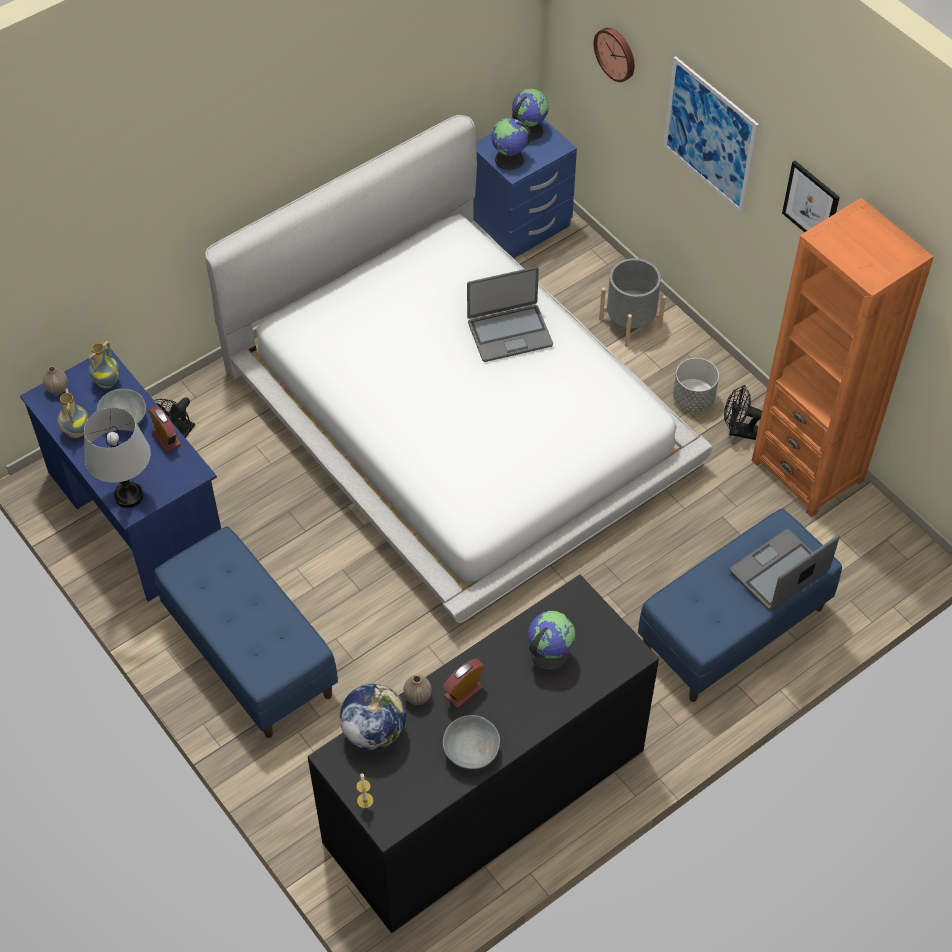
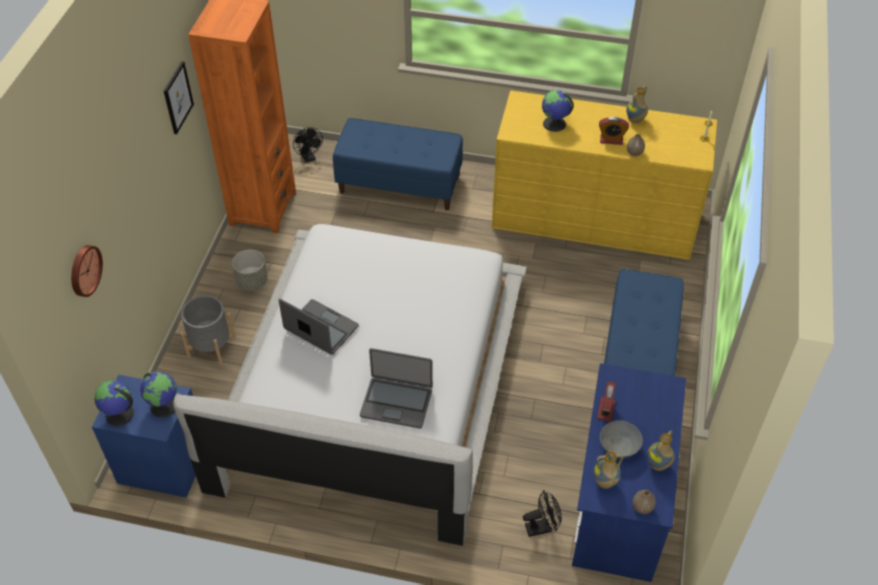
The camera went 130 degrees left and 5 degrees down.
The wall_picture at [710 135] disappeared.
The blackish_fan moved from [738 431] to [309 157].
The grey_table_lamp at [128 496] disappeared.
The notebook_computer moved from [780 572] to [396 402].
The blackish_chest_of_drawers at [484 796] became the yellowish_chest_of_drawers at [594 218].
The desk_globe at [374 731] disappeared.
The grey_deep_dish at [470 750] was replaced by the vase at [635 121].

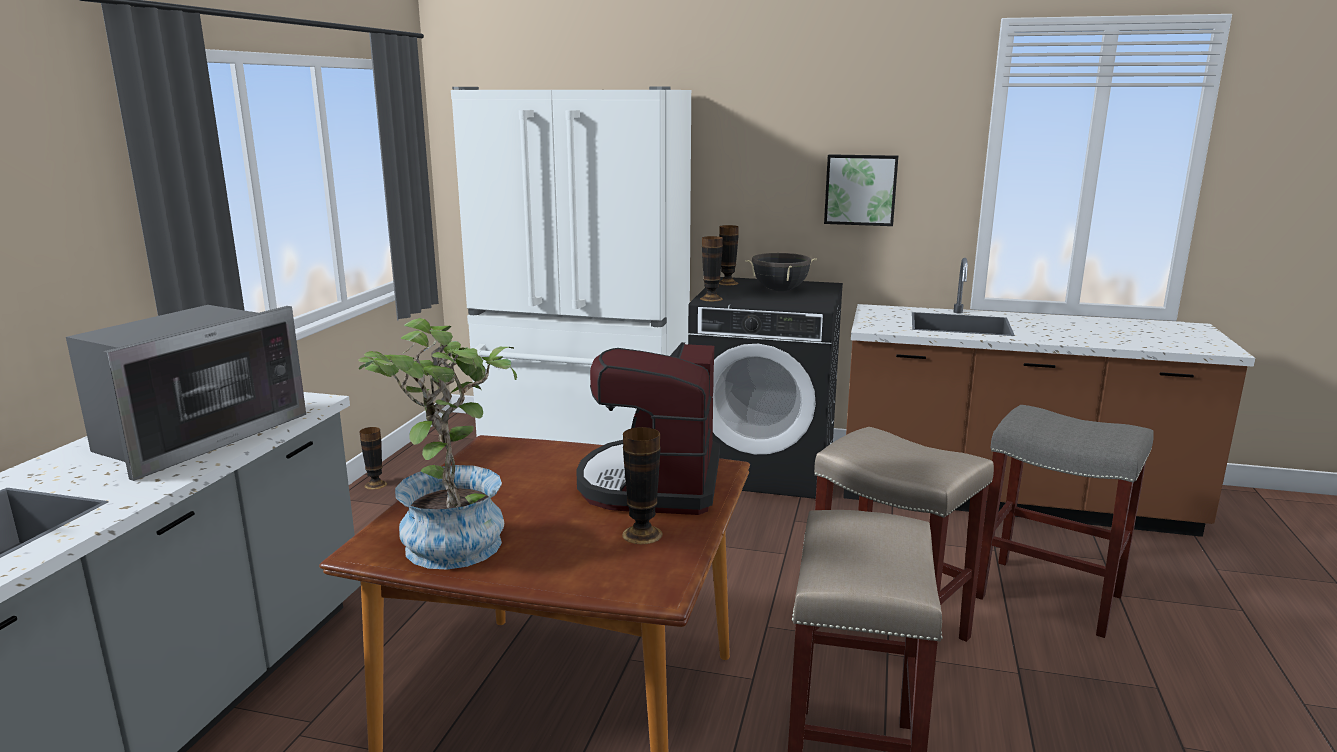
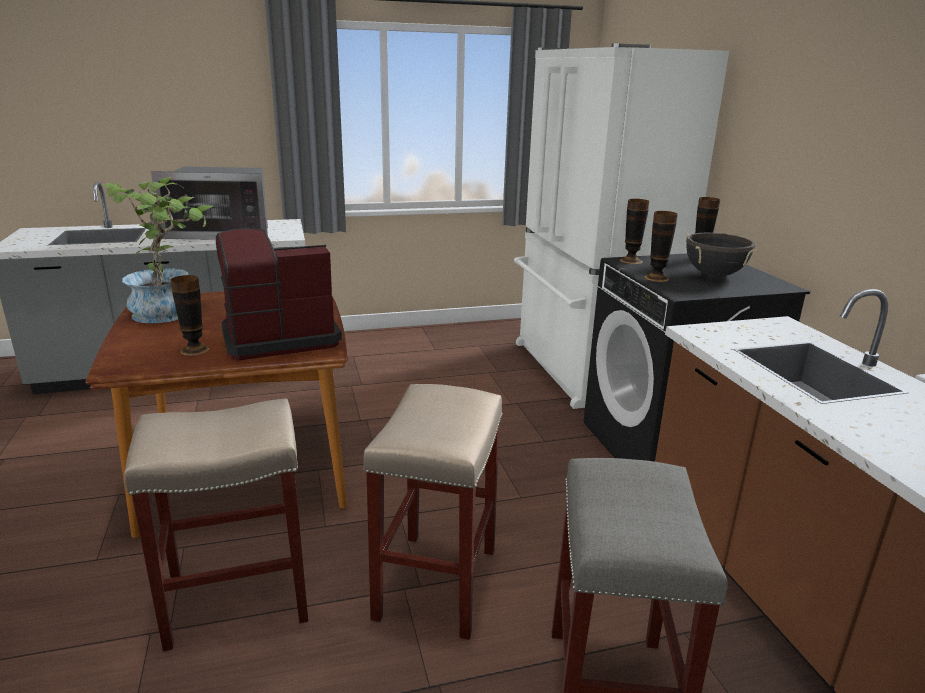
The camera went 60 degrees right and 5 degrees up.
The wall_picture at [860 189] disappeared.
The vase moved from [375 484] to [656 278].

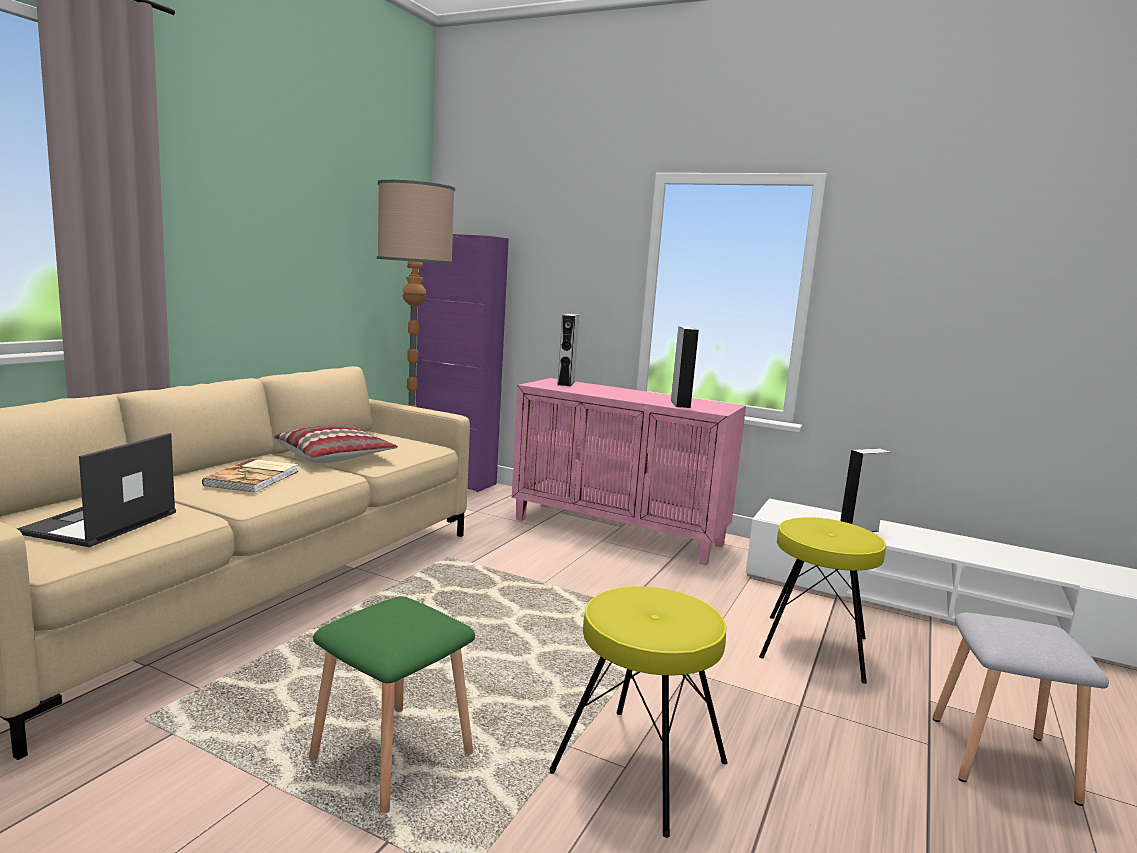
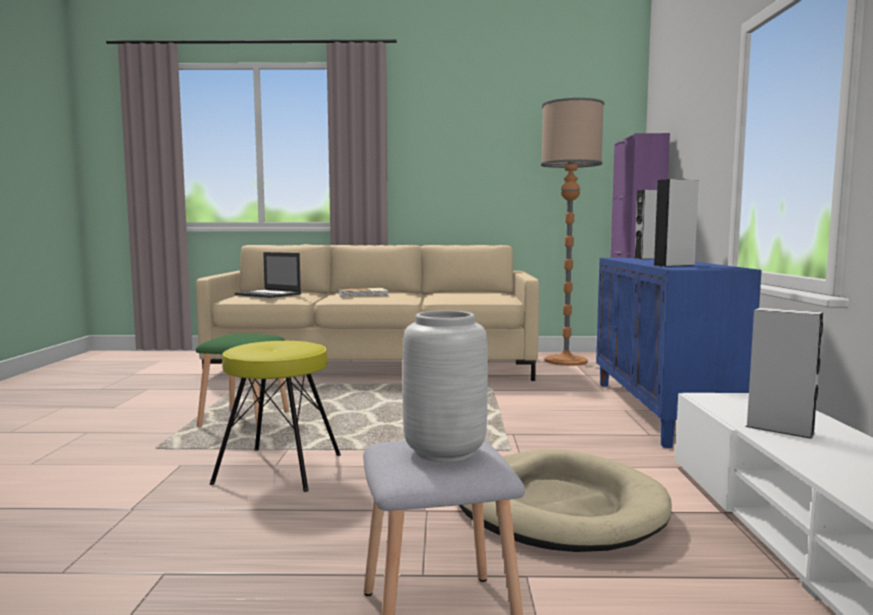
The camera went 65 degrees right and 5 degrees down.
The pink_cabinet at [619 532] became the blue-coloured_cabinet at [660 411].
The throw_pillow at [335 456] disappeared.
The notebook_computer at [99 523] turned 135 degrees counterclockwise.
The yellowish_stool at [813 647] was replaced by the sand-coloured_dog_bed at [557 508].
The grey_vase at [446 451] appeared.

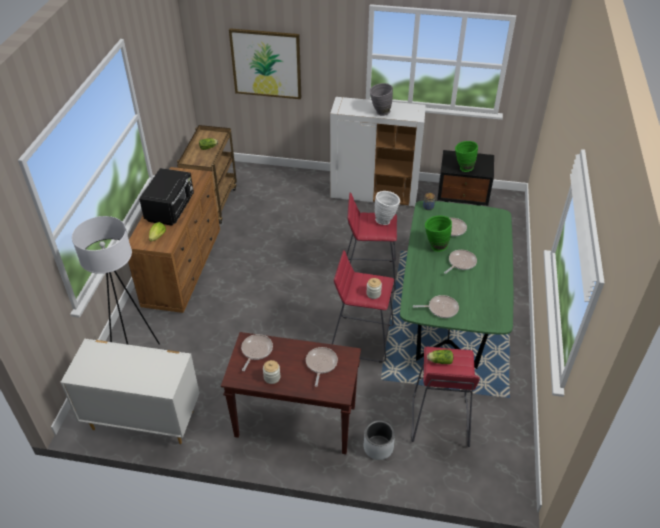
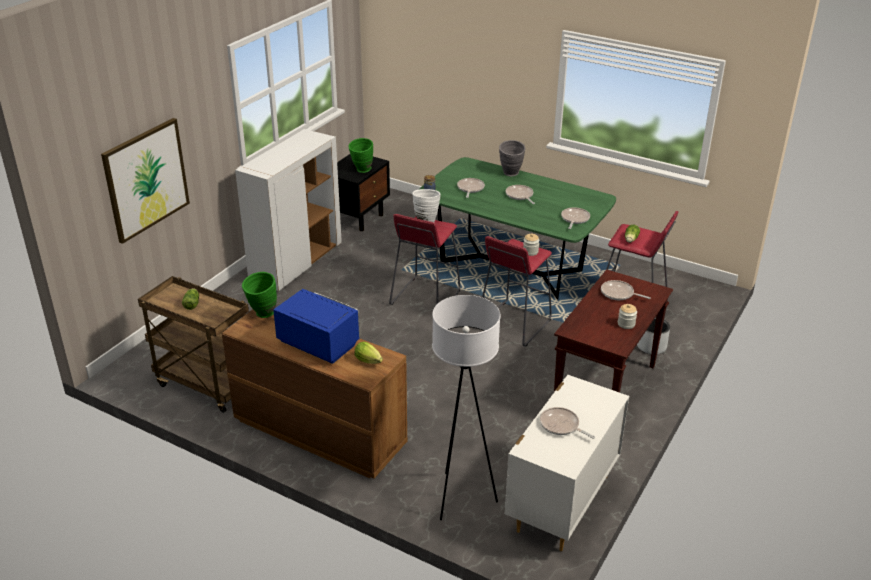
The camera went 70 degrees left and 10 degrees down.
The grey_vase moved from [379 113] to [511 174].
The blackish_kitchen_microwave at [171 209] became the blue-coloured_kitchen_microwave at [318 343].
The green_vase moved from [435 246] to [262 314].
The frying_pan moved from [256 351] to [561 425].

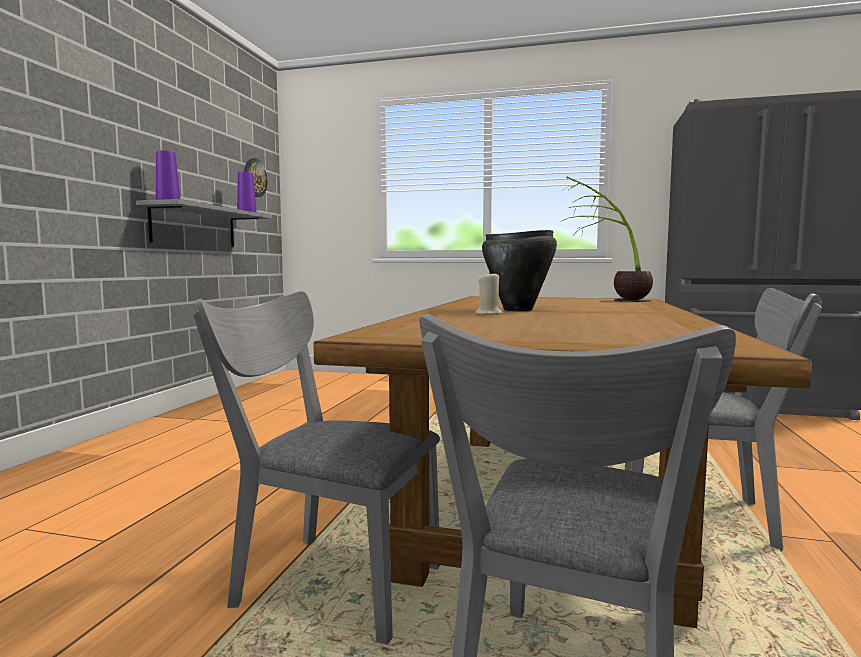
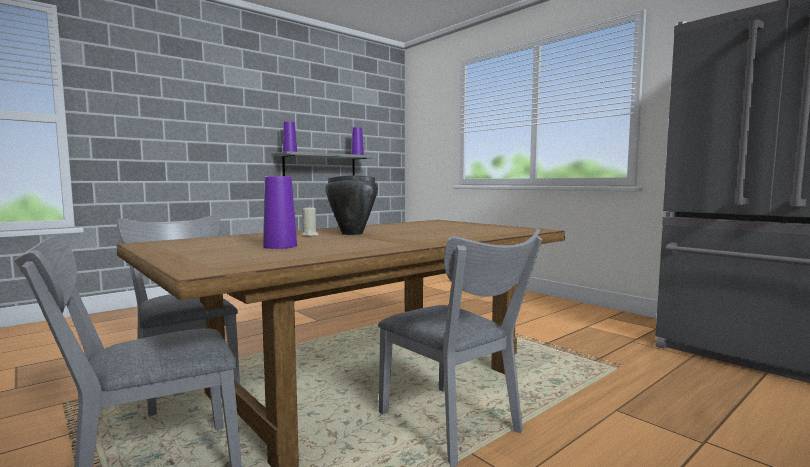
The camera went 35 degrees right and 0 degrees up.
The hanging_clock at [254 177] disappeared.
The potted_plant at [609 300] disappeared.
The purple_vase at [280 246] appeared.

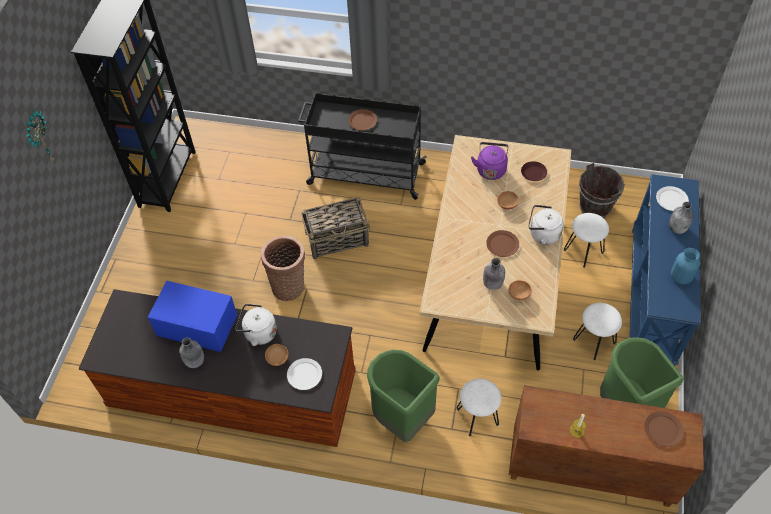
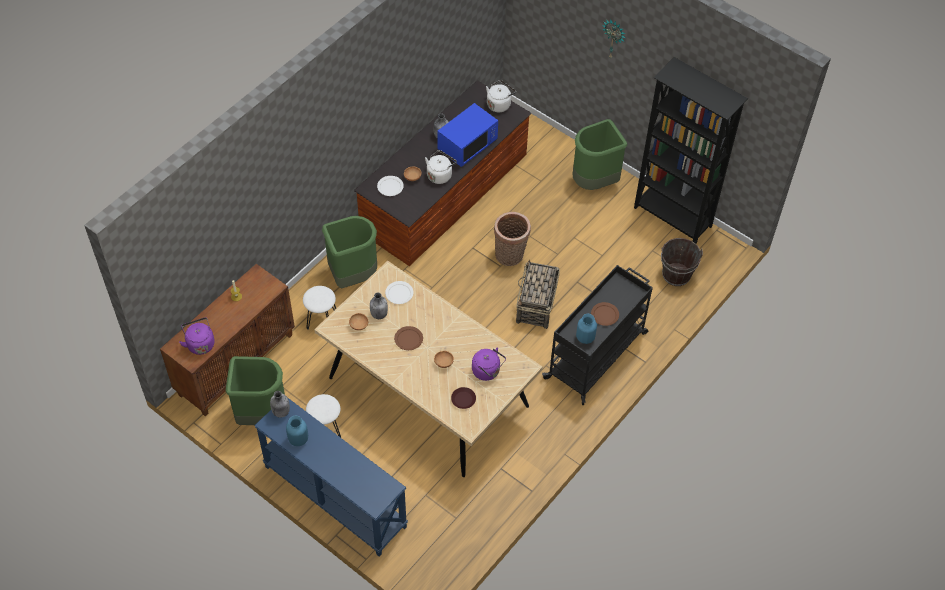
The camera went 115 degrees right and 0 degrees up.
The brownish_water_bucket moved from [594 207] to [676 275].
The whitish_dinner_plate moved from [671 200] to [399 293].
The grey_drink_bottle moved from [677 228] to [281 412].
The whitish_kettle moved from [542 234] to [499 104].
The whitish_stool at [583 251] disappeared.
The brownish_dinner_plate at [662 430] was replaced by the purple_kettle at [200 343].
The green_waste_bin at [594 182] appeared.
The blue-coloured_vase at [585 337] appeared.

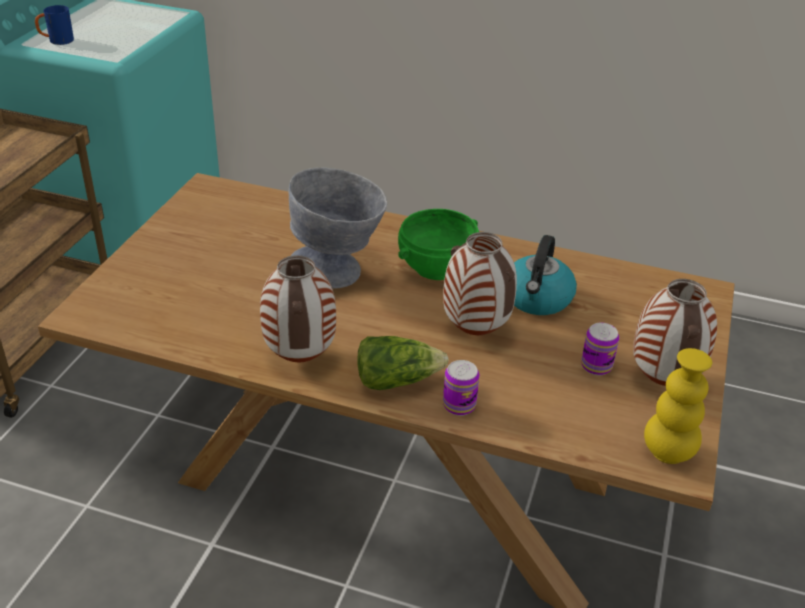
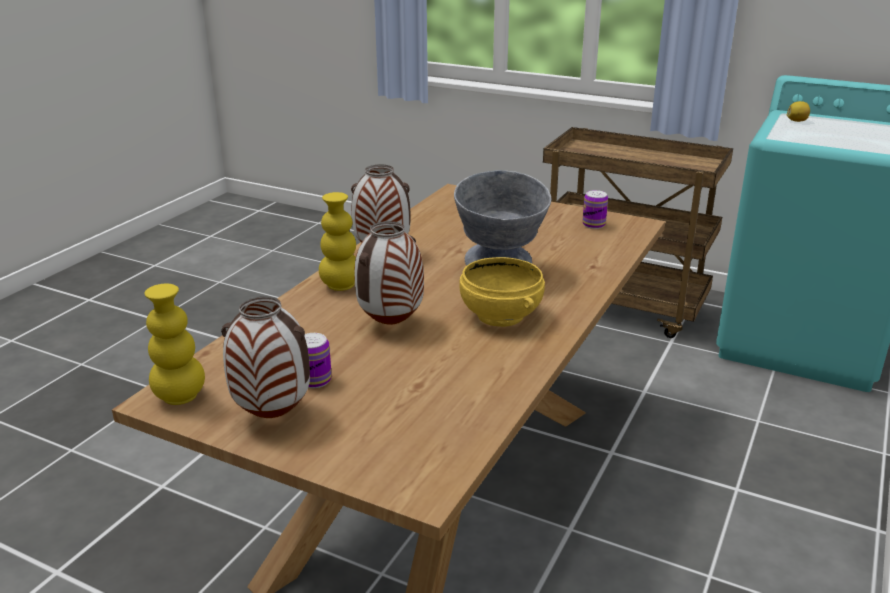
The camera went 100 degrees right and 10 degrees down.
The blue-coloured_tea_mug at [57 41] was replaced by the citrus_fruit at [797 121].
The green_deep_dish at [438 267] became the yellowish_deep_dish at [499 316].
The kettle at [537 299] disappeared.
The head_of_lettuce at [396 380] was replaced by the yellowish_vase at [341 286].
The metal_can moved from [459 405] to [593 224].

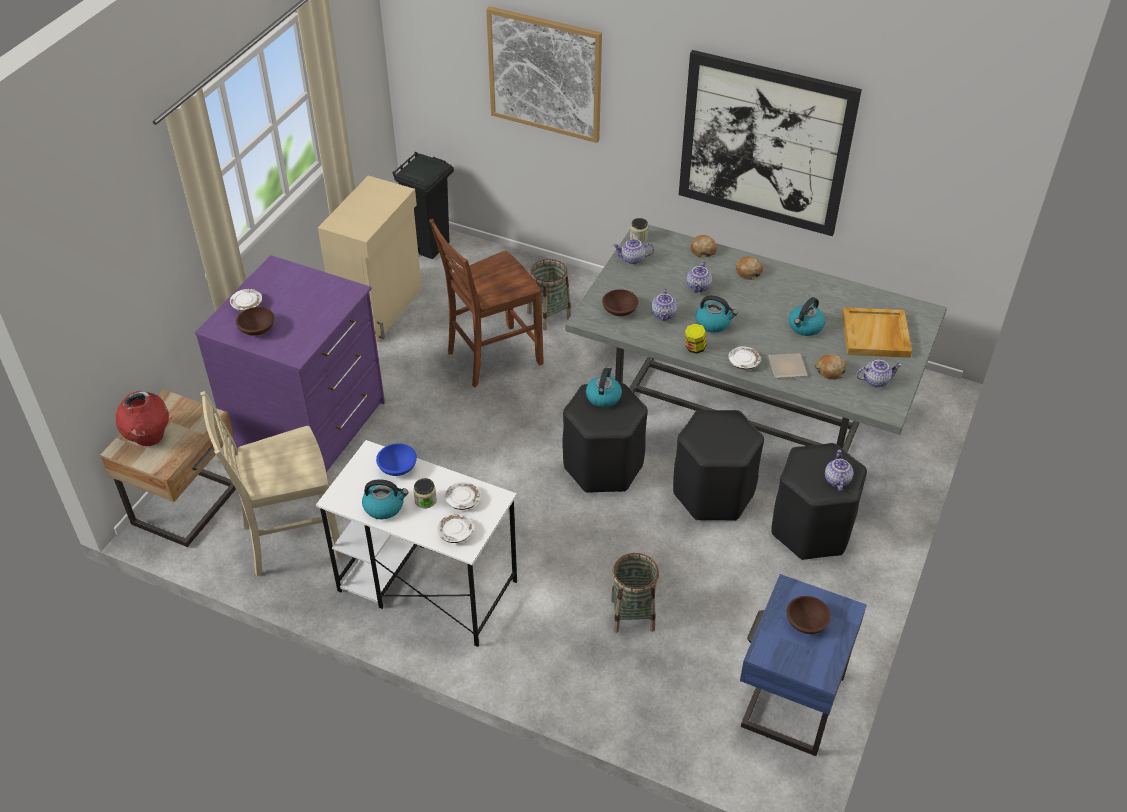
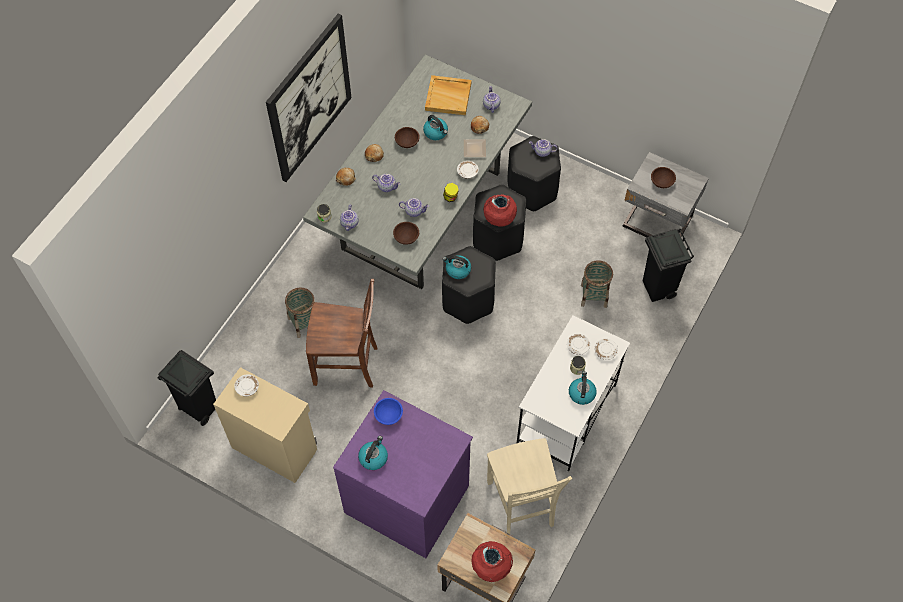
The camera went 85 degrees left and 15 degrees up.
The wall_picture at [545 74] disappeared.
The brownish_plain_chair at [492 357] turned 60 degrees counterclockwise.
The whitish_dinner_plate moved from [247 305] to [247 387].
The kettle moved from [713 323] to [373 457].
The brownish_deep_dish moved from [257 329] to [407 142].
The blue-coloured_deep_dish moved from [398 468] to [389 415].
The blue-coloured_bedside_table at [788 701] became the grey_bedside_table at [656 224].
The red-coloured_vase at [499 220] appeared.
The blackish_waste_bin at [658 289] appeared.

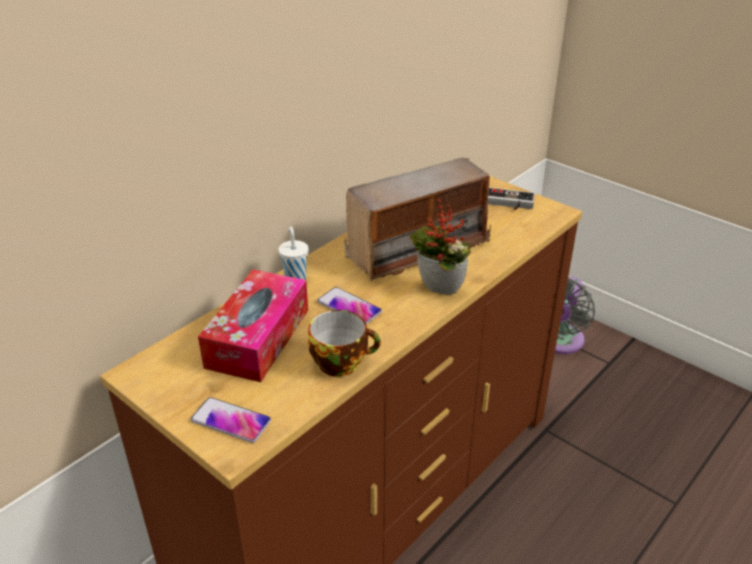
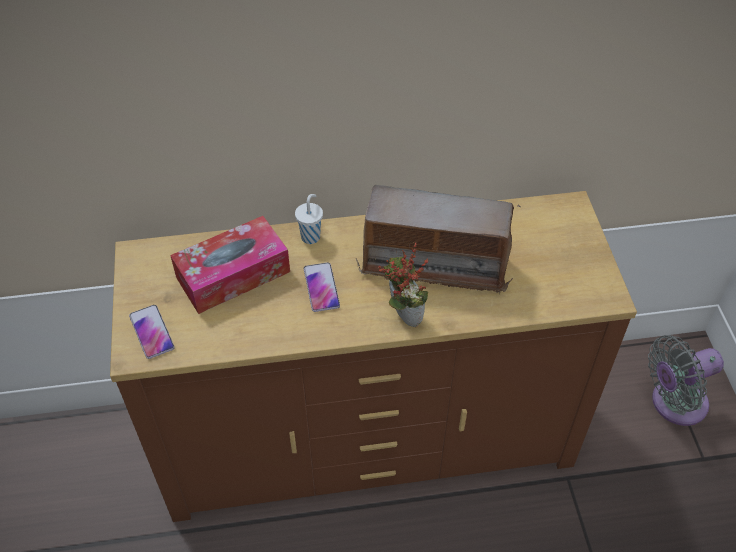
The camera went 40 degrees right and 15 degrees up.
The joypad at [508 204] disappeared.
The small_cup at [342 362] disappeared.

